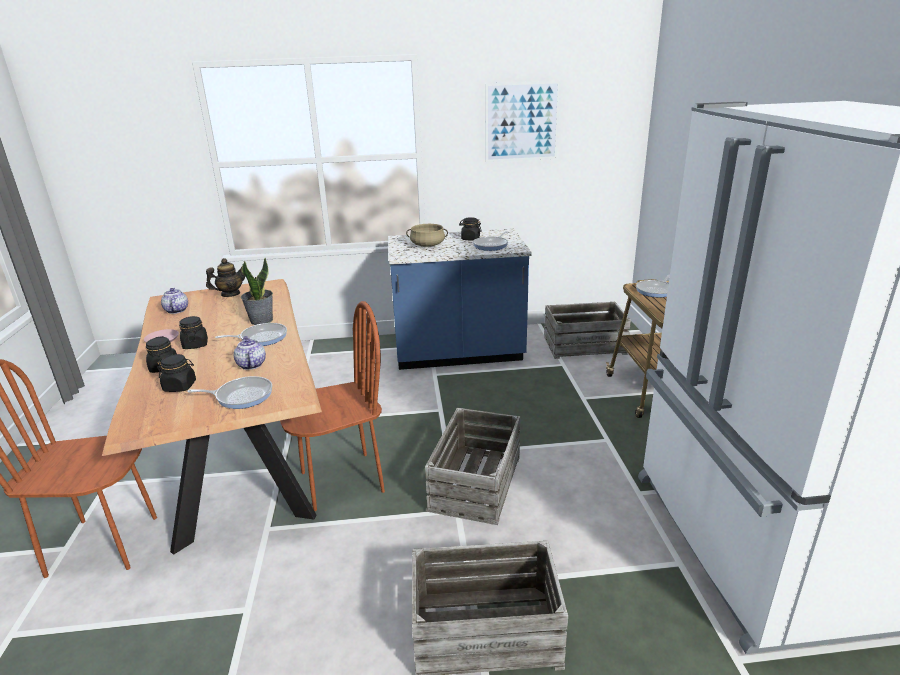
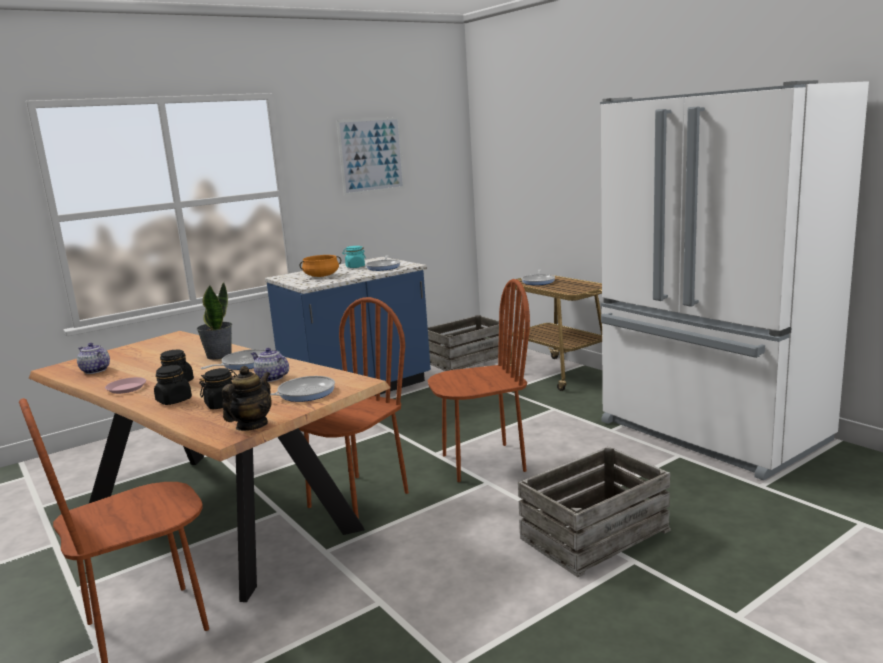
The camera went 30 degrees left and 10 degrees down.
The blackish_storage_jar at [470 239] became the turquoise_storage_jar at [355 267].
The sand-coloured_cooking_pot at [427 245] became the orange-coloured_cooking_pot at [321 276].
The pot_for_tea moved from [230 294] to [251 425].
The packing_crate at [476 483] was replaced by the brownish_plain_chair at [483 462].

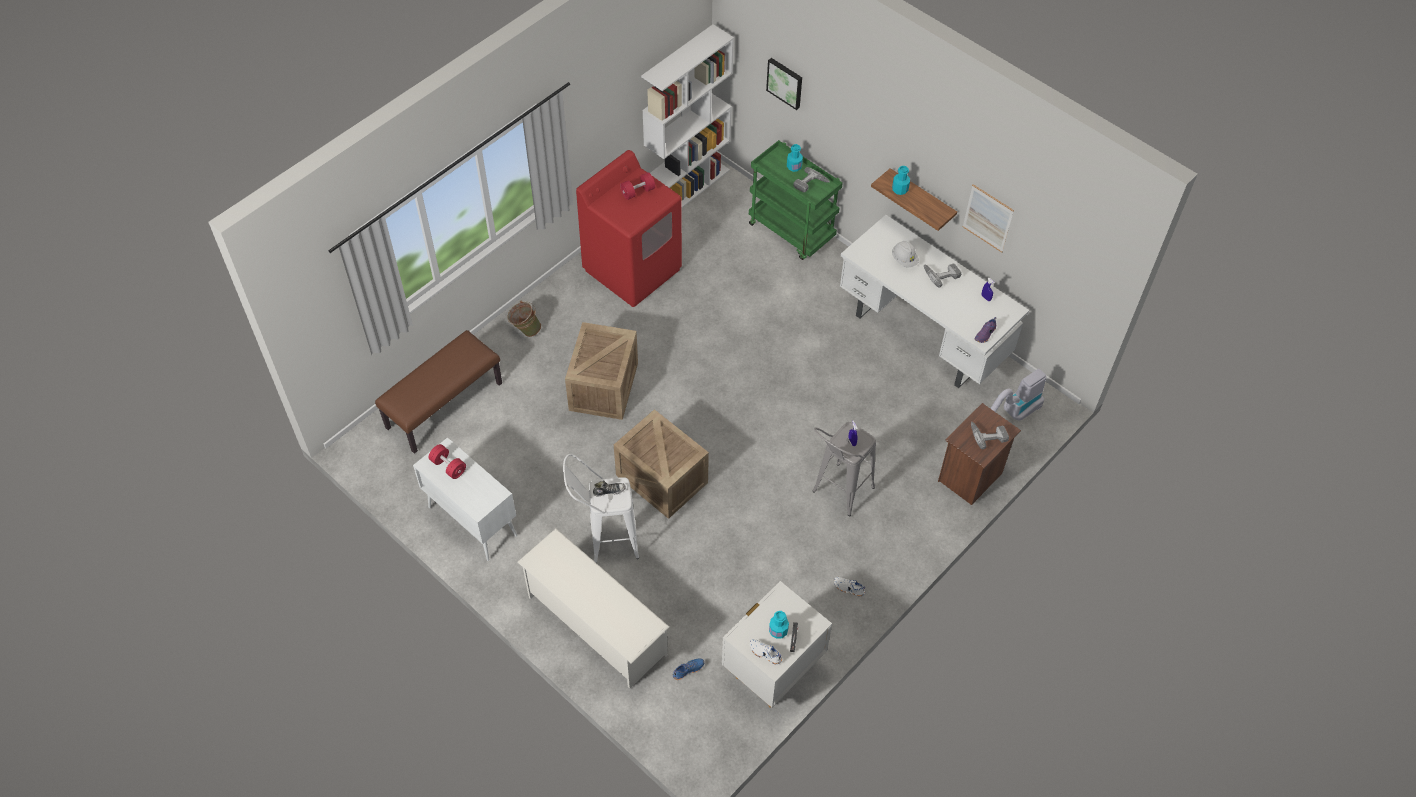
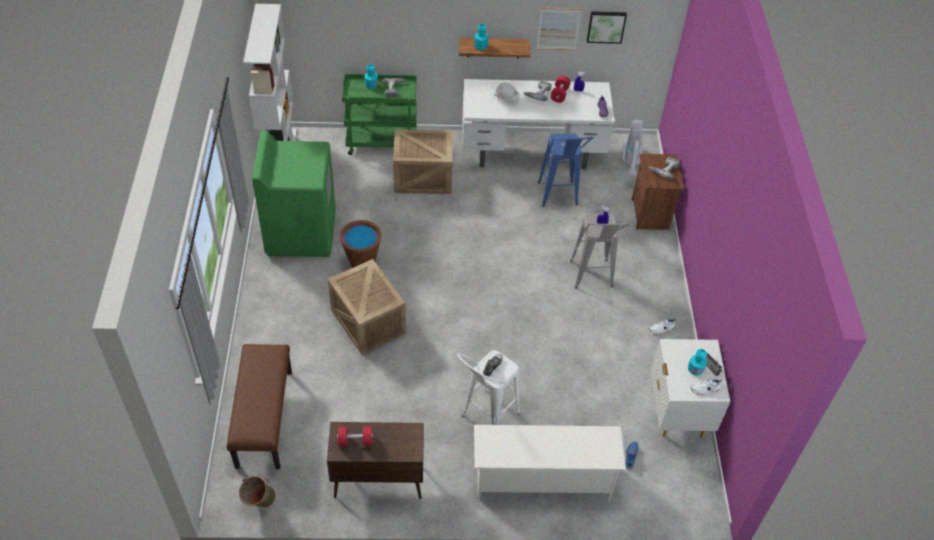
The camera went 45 degrees left and 5 degrees down.
The wall_picture moved from [785 82] to [606 26].
The red-coloured_laundry_appliance at [633 269] became the green_laundry_appliance at [301 232].
The red-coloured_hand_weight moved from [638 192] to [559 94].
The green_water_bucket moved from [525 330] to [259 503].
The packing_crate moved from [660 478] to [422 178].
The whitish_cabinet at [471 521] became the brownish_cabinet at [377 481].
The blue-coloured_stool at [558 199] appeared.
The brownish_water_bucket at [362 262] appeared.

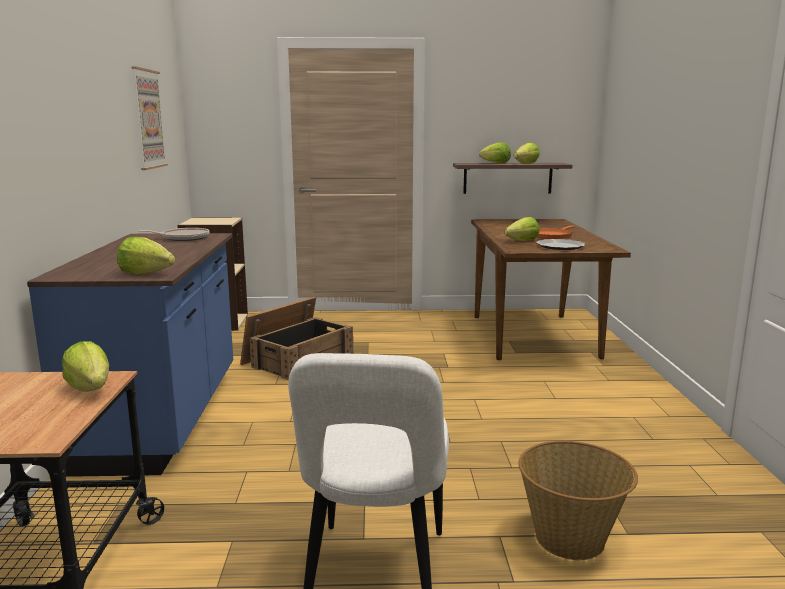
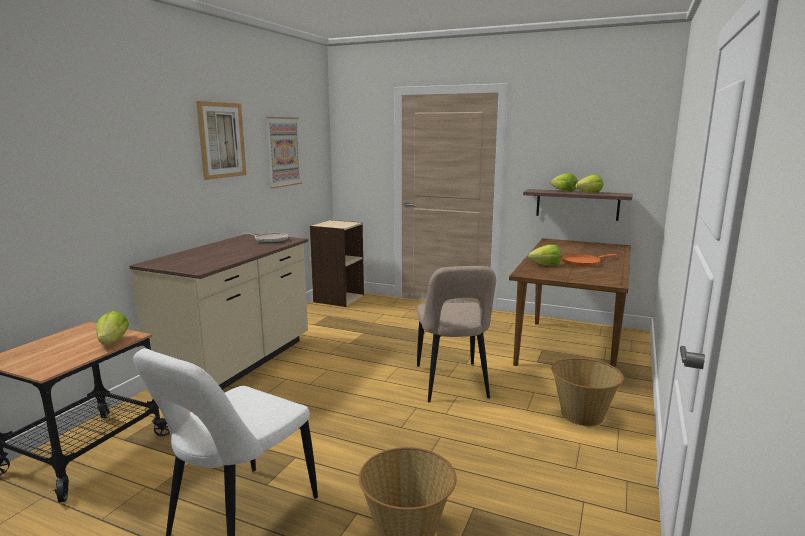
The camera went 25 degrees right and 0 degrees up.
The blue-coloured_counter at [163 418] became the sand-coloured_counter at [238 365].
The head_of_lettuce at [146 273] disappeared.
The dinner_plate at [560 246] disappeared.
The packing_crate at [298 359] disappeared.
The wall_picture at [222 140] appeared.
The sand-coloured_plain_chair at [452 384] appeared.
The storage_basket at [582 415] appeared.

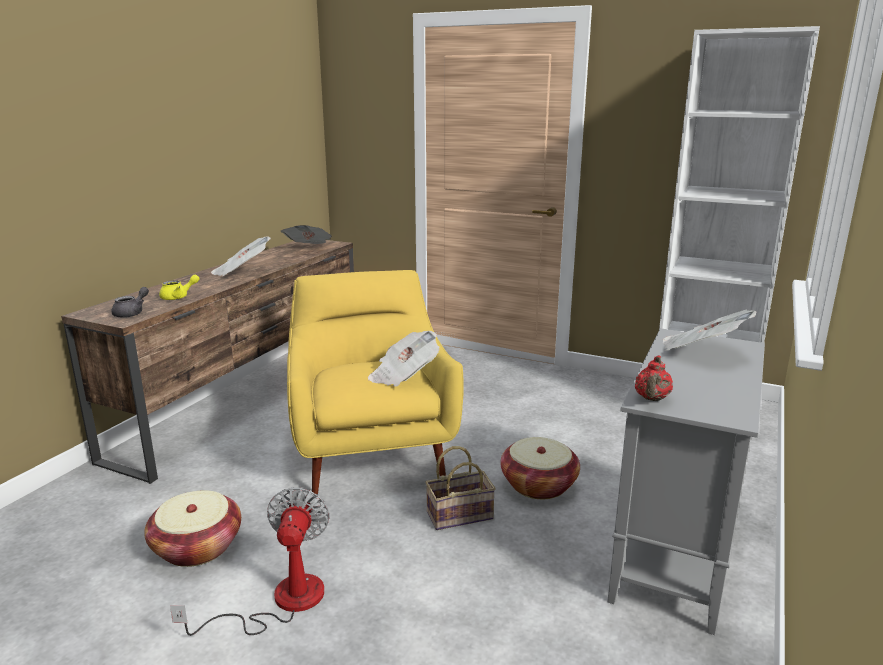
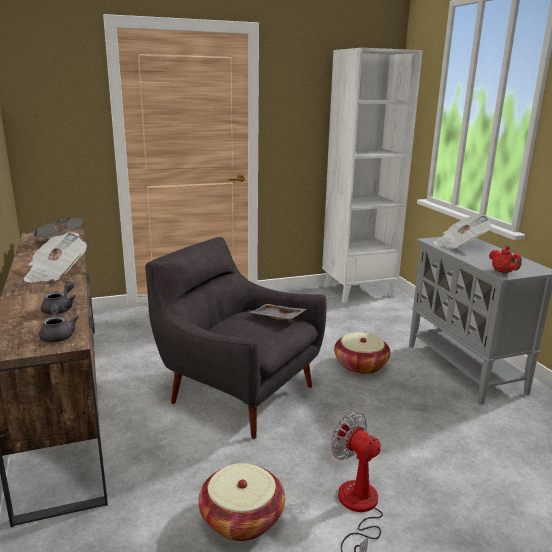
The camera went 45 degrees left and 0 degrees up.
The yellowish_lounge_chair at [371 451] became the grey_lounge_chair at [237 392].
The yellowish_pot_for_tea at [178 297] became the grey_pot_for_tea at [60 308].
The printed_paper at [403 376] was replaced by the grey_carrying_tray at [277 318].
The storage_basket at [460 514] disappeared.

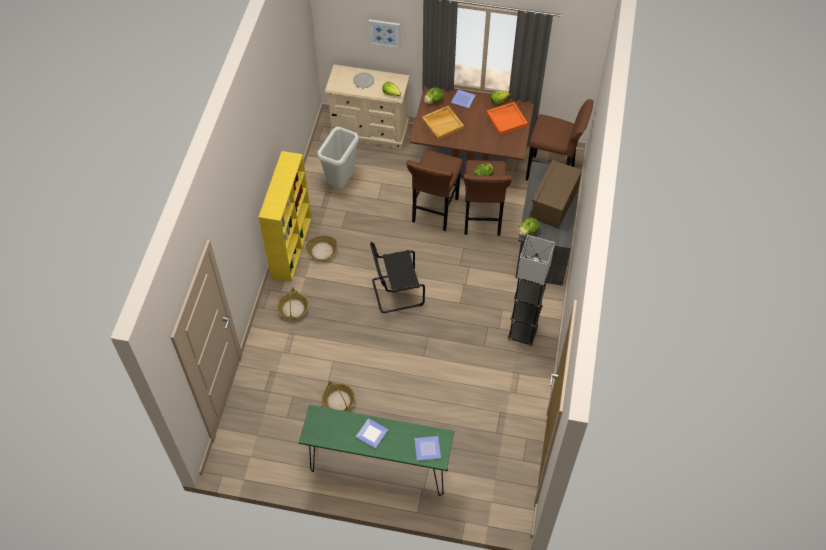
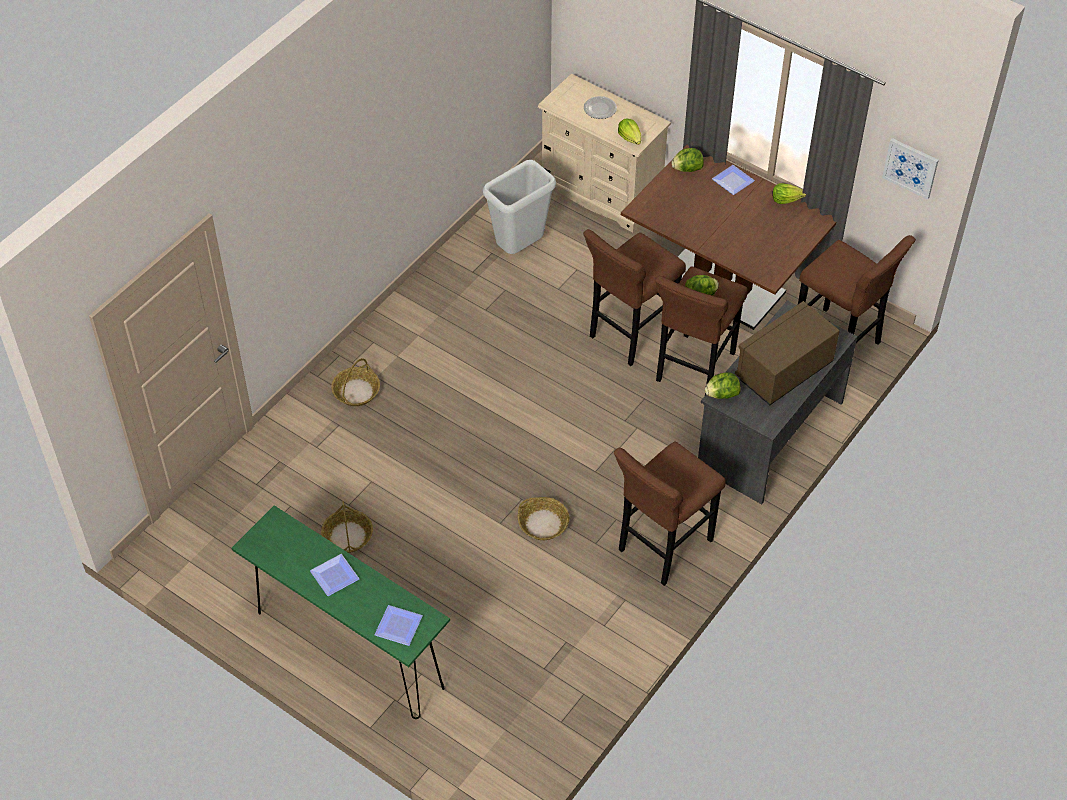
The camera went 25 degrees right and 5 degrees down.
The wall_picture moved from [384 33] to [910 167].
The orange-coloured_carrying_tray at [507 119] disappeared.
The sand-coloured_carrying_tray at [442 123] disappeared.
The yellowish_bookshelf at [291 246] disappeared.
The storage_basket moved from [322 251] to [543 524].
The grey_standard_lamp at [522 333] was replaced by the brownish_stool at [662 548].
The blackish_plain_chair at [395 292] disappeared.

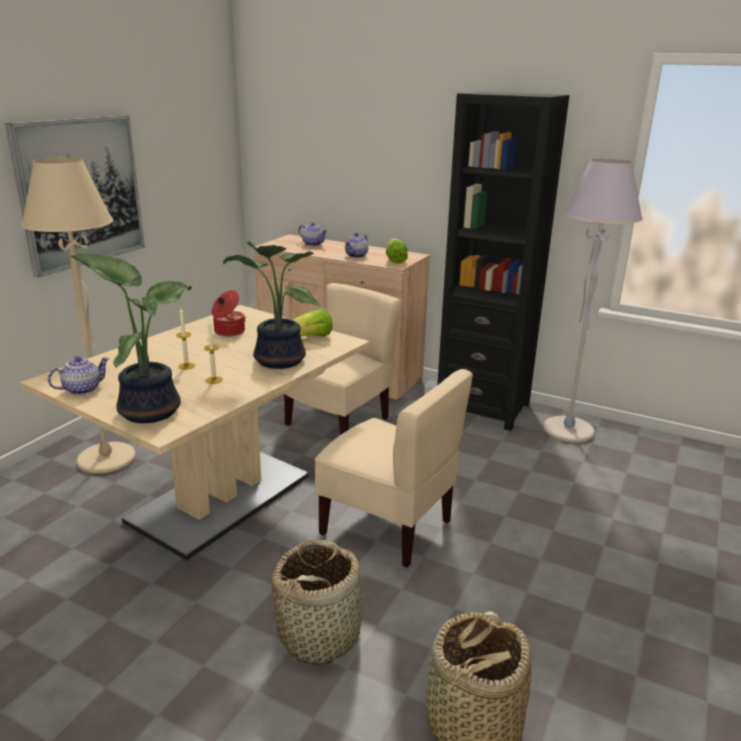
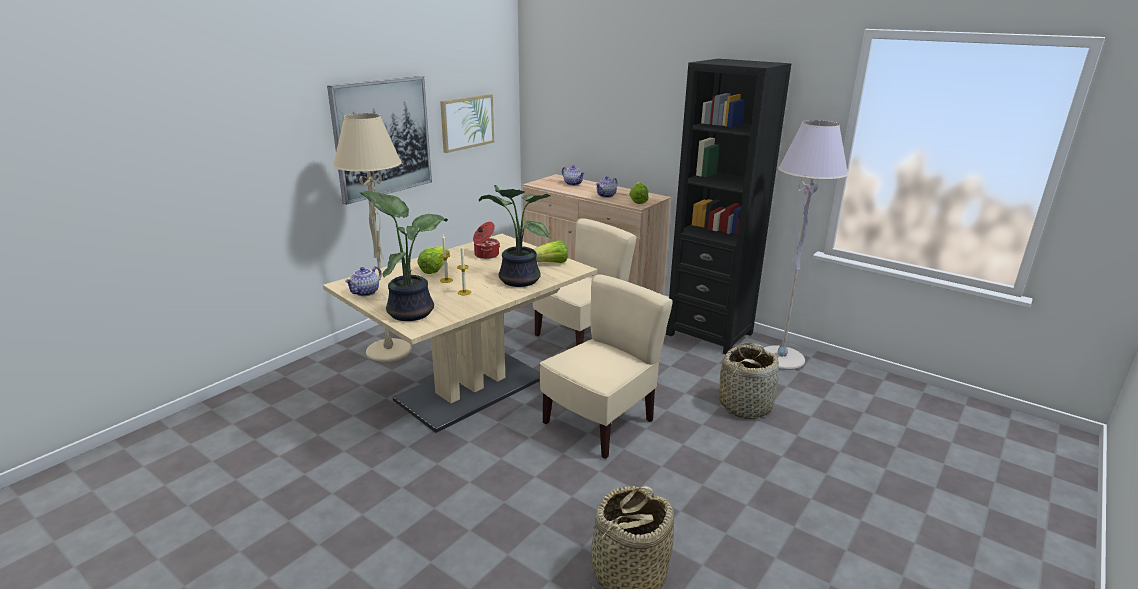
The camera went 10 degrees right and 0 degrees up.
The pot_for_tea at [82 389] turned 150 degrees clockwise.
The sand-coloured_plain_chair at [387 526] turned 90 degrees counterclockwise.
The storage_basket moved from [320 634] to [745 405].
The wall_picture at [467 122] appeared.
The head_of_lettuce at [434 269] appeared.

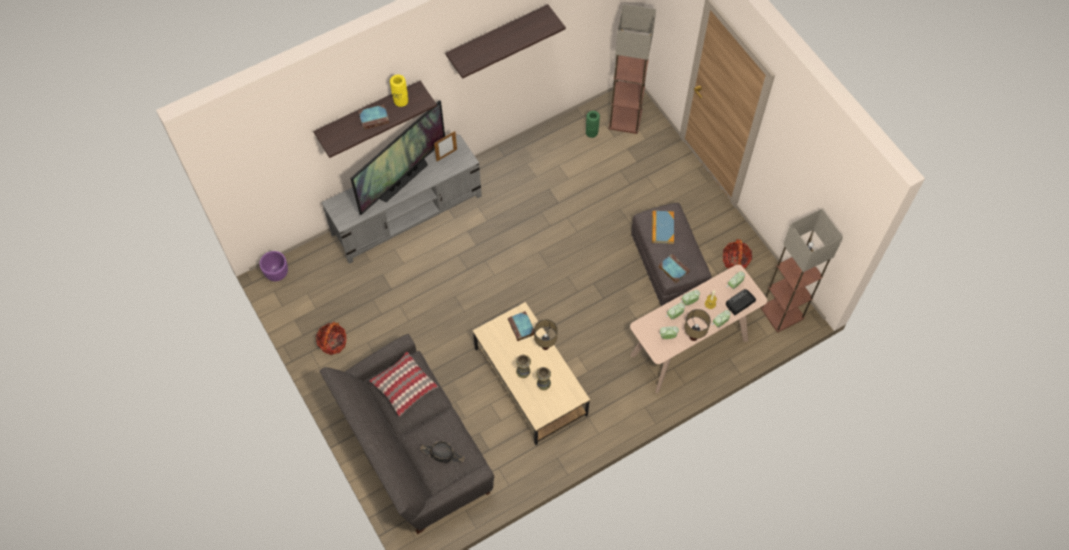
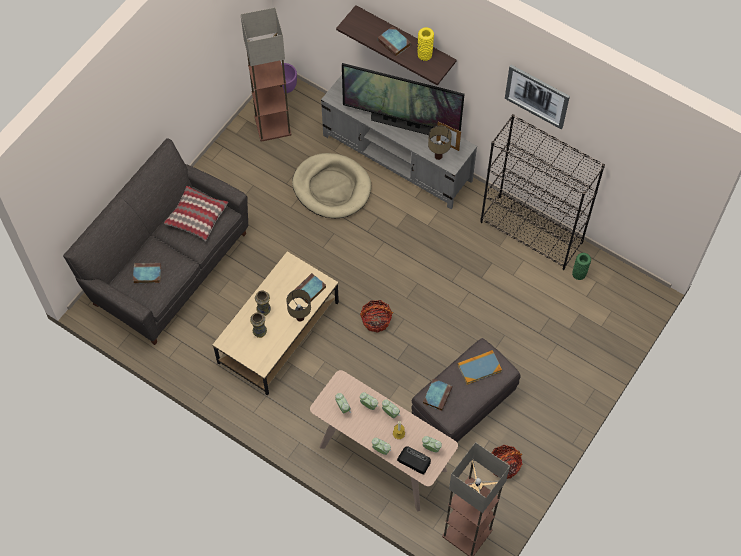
The camera went 65 degrees right and 0 degrees up.
The bracket_shelf at [497 36] was replaced by the wall_picture at [537 96].
The standard_lamp moved from [624 118] to [273 125].
The table_lamp moved from [694 337] to [438 156].
The storage_basket moved from [333 343] to [376 320].
The blackish_clothing_hat at [442 454] was replaced by the bound_book at [146 274].
The blackish_bookshelf at [532 232] appeared.
The sand-coloured_dog_bed at [332 187] appeared.

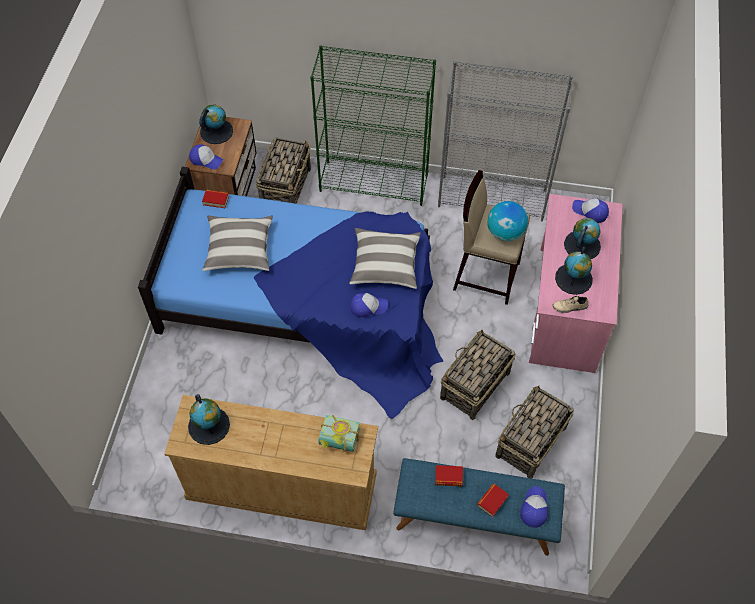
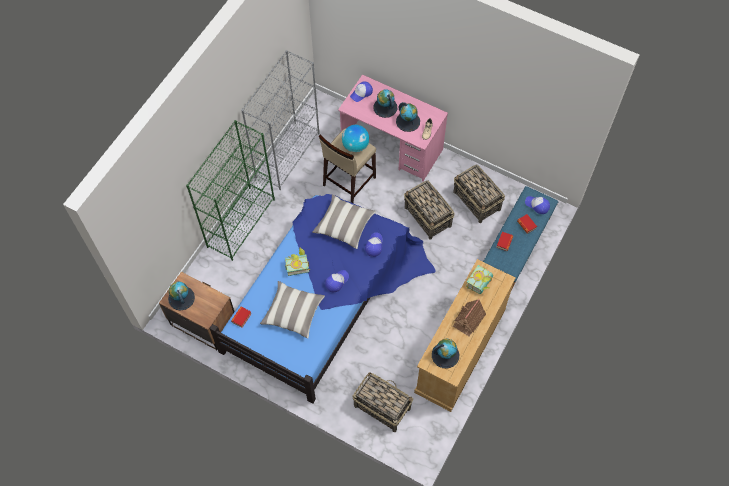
The camera went 70 degrees left and 5 degrees up.
The storage_basket moved from [286 186] to [381 406].
The cap moved from [206 159] to [336 281].
The bound_book at [297 264] appeared.
The model_house at [468 320] appeared.

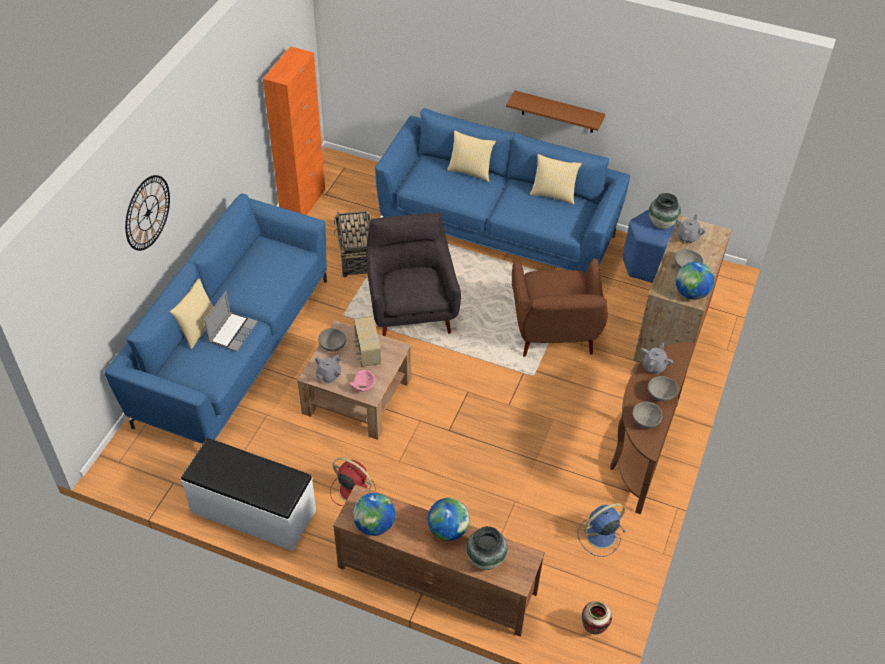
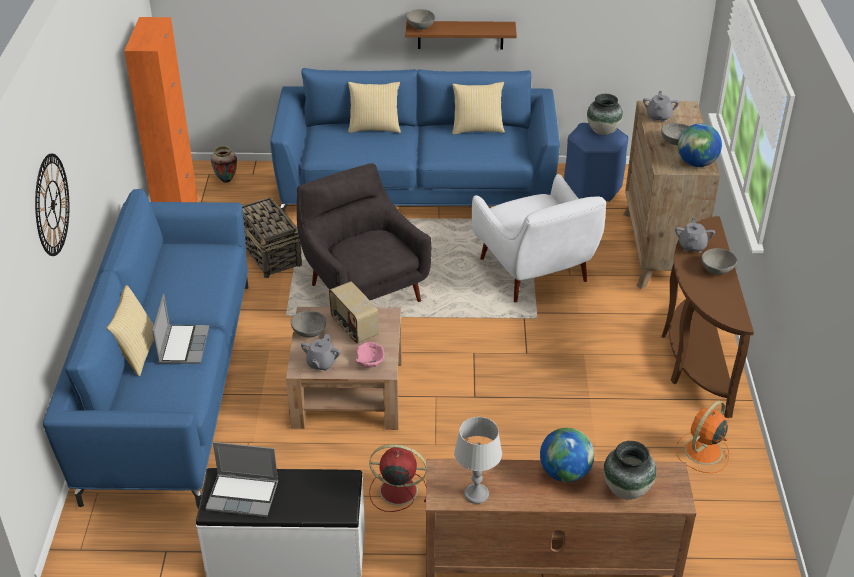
The camera went 20 degrees left and 10 degrees down.
The brownish_lounge_chair at [554 334] became the whitish_lounge_chair at [535 273].
The grey_deep_dish moved from [645 421] to [420 27].
The desk_globe at [374 525] was replaced by the grey_table_lamp at [476 494].
The blue-coloured_fan at [599 535] became the orange-coloured_fan at [702 452].
The vase moved from [593 629] to [226 180].
The notebook_computer at [244 495] appeared.

